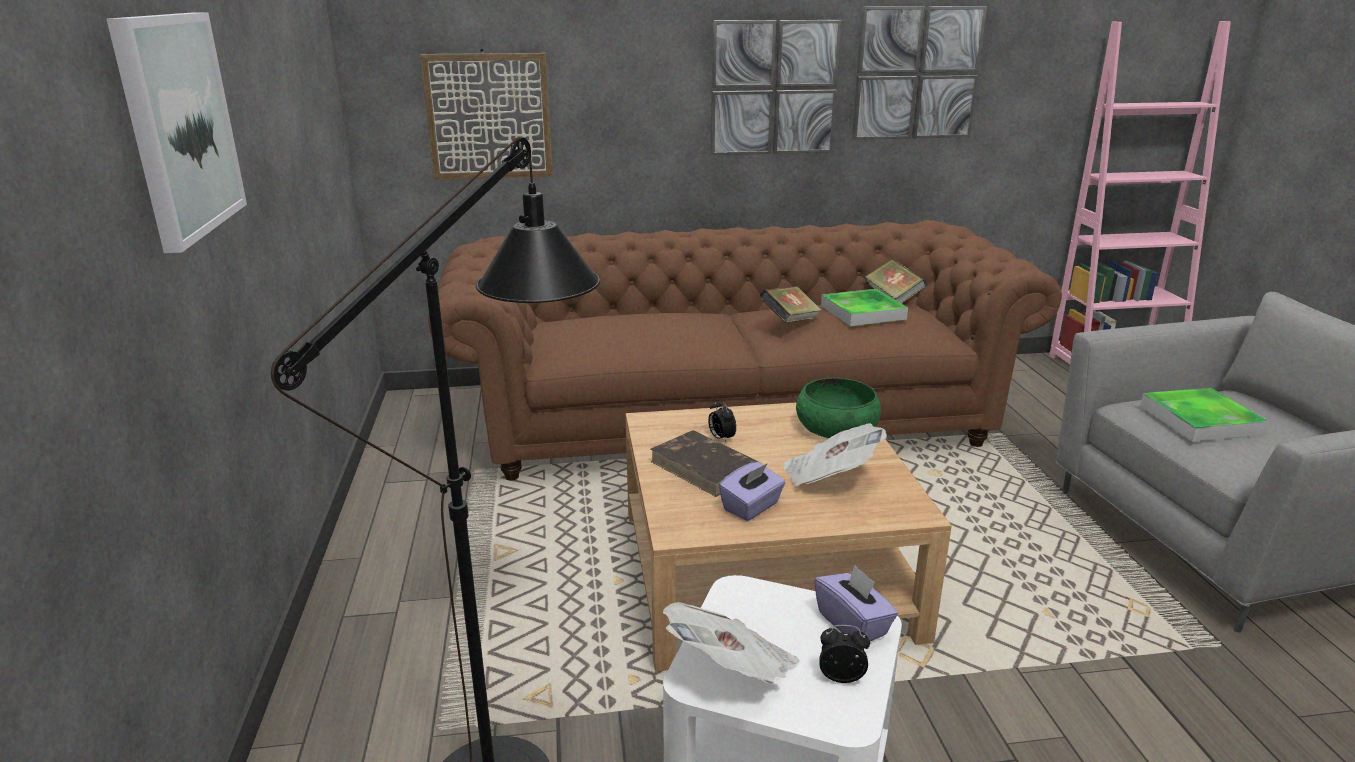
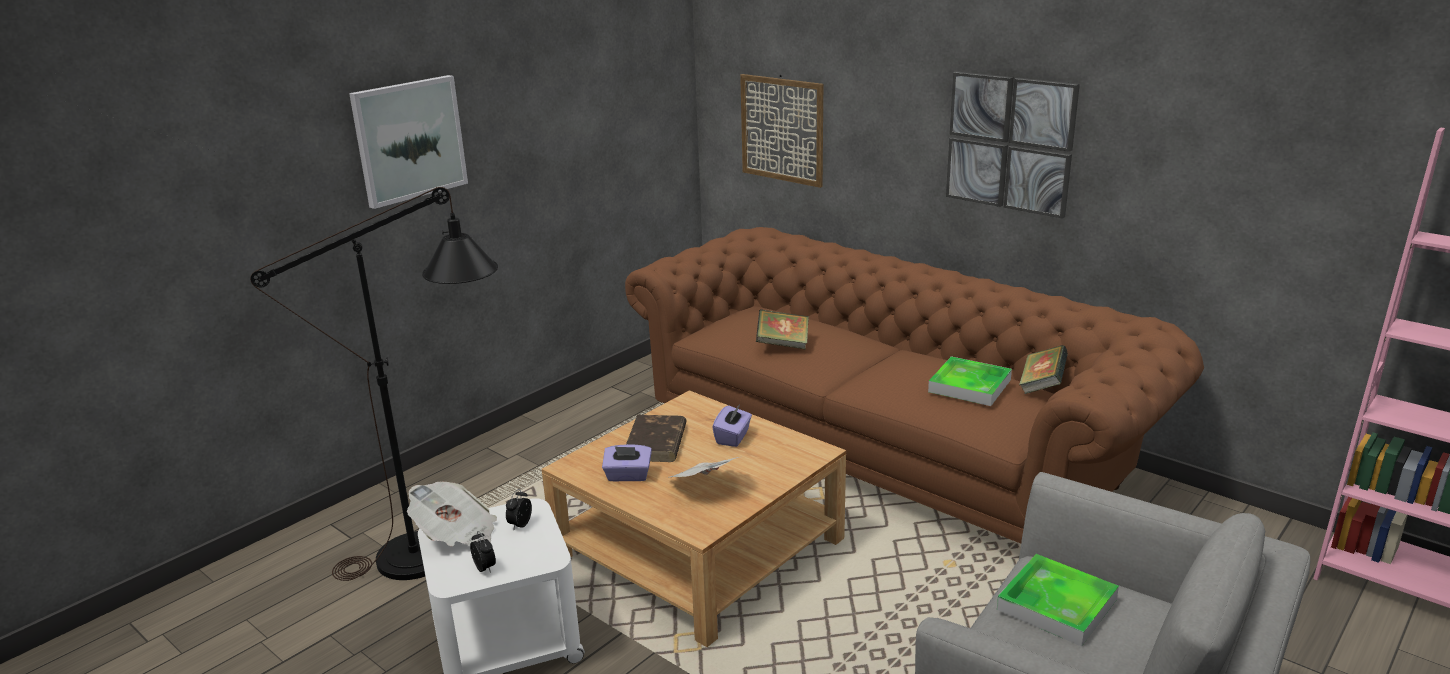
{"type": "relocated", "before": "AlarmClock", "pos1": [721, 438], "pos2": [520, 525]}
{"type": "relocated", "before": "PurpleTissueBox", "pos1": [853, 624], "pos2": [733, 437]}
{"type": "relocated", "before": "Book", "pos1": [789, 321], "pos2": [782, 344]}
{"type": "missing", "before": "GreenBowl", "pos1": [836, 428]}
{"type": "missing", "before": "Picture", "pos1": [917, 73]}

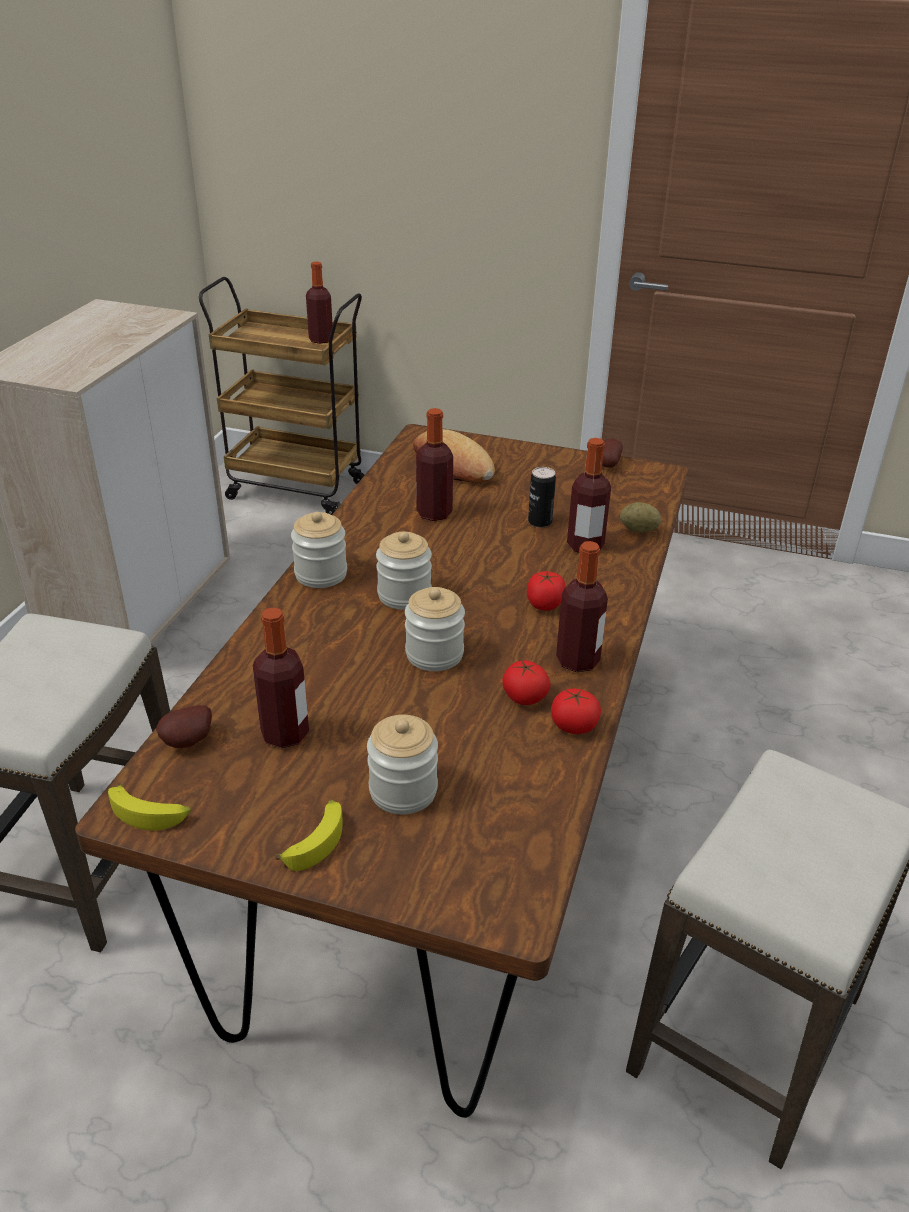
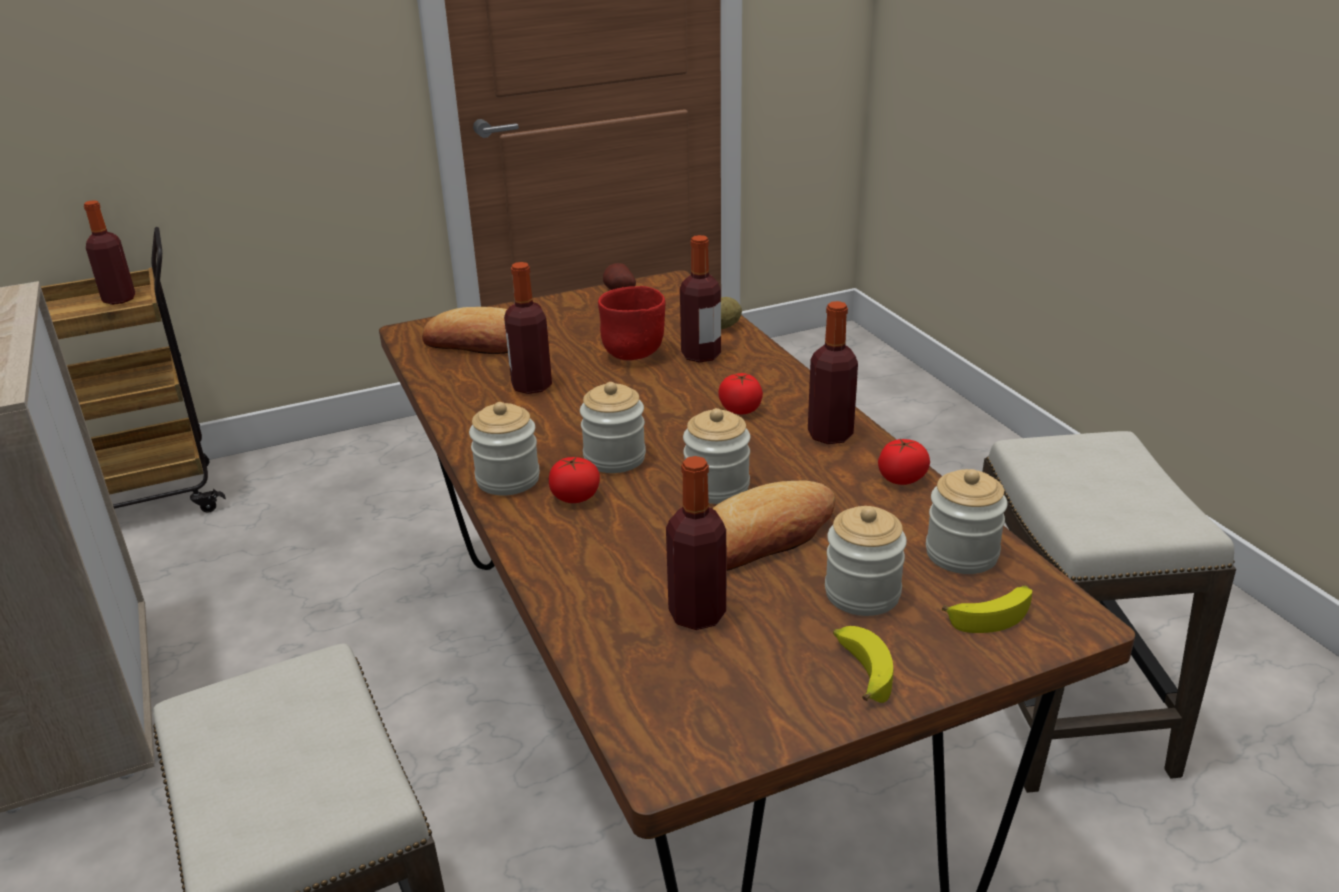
{"type": "relocated", "before": "Tomato", "pos1": [524, 697], "pos2": [575, 497]}
{"type": "exchanged", "before": "Can", "after": "RedBowl", "pos1": [540, 522], "pos2": [635, 354]}
{"type": "appeared", "after": "Bread", "pos2": [762, 537]}
{"type": "appeared", "after": "Jar", "pos2": [961, 554]}
{"type": "relocated", "before": "Banana", "pos1": [150, 813], "pos2": [992, 615]}
{"type": "missing", "before": "Potato", "pos1": [190, 742]}

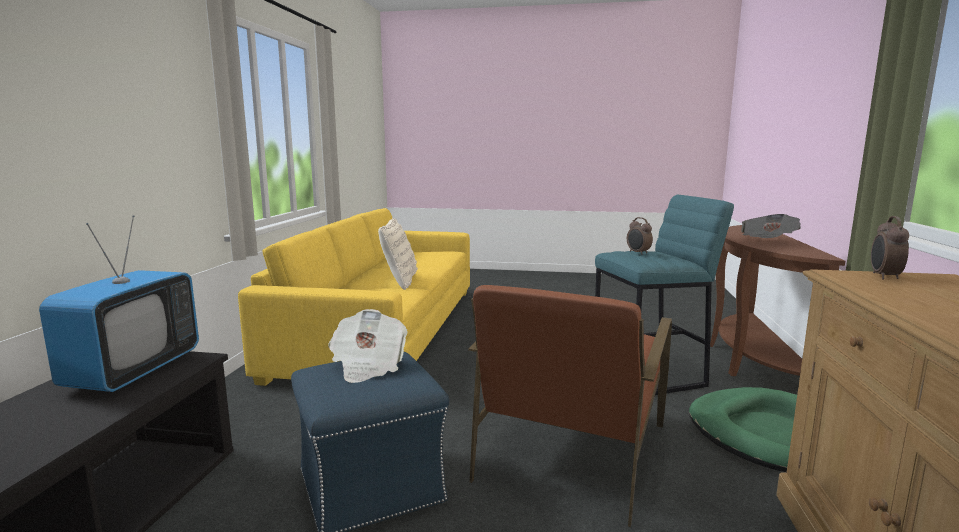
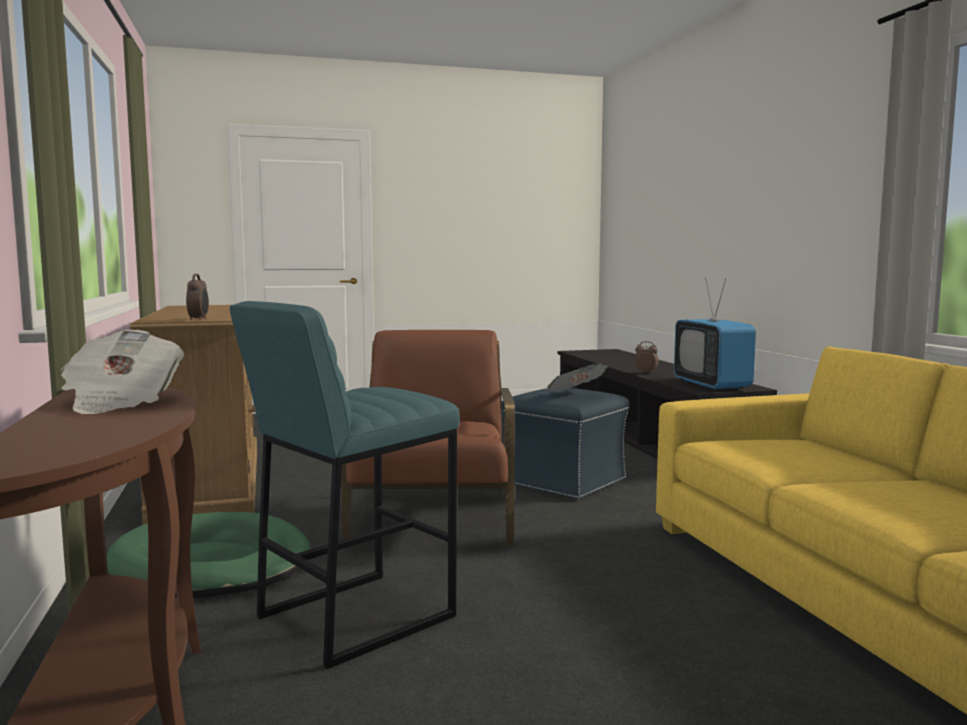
{"type": "relocated", "before": "AlarmClock", "pos1": [638, 253], "pos2": [646, 373]}
{"type": "missing", "before": "BeigePillow", "pos1": [400, 282]}

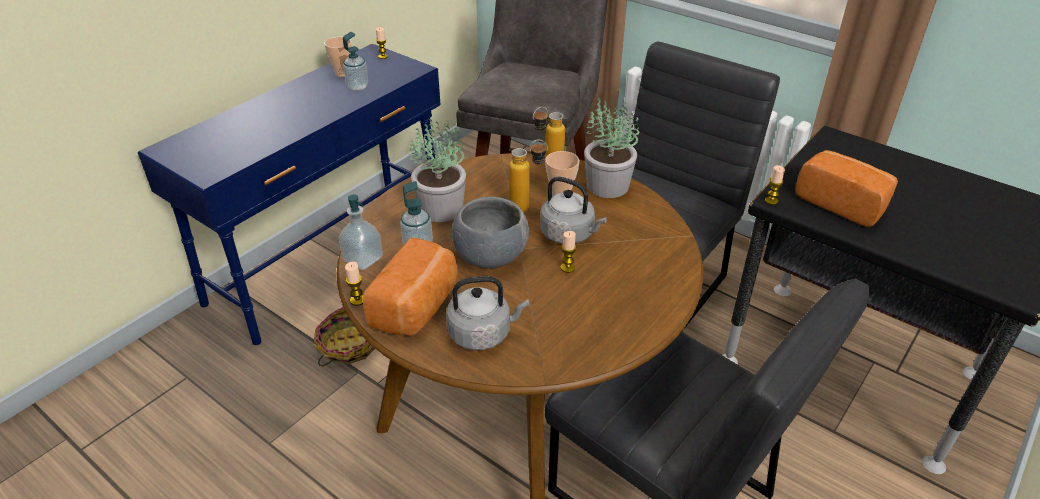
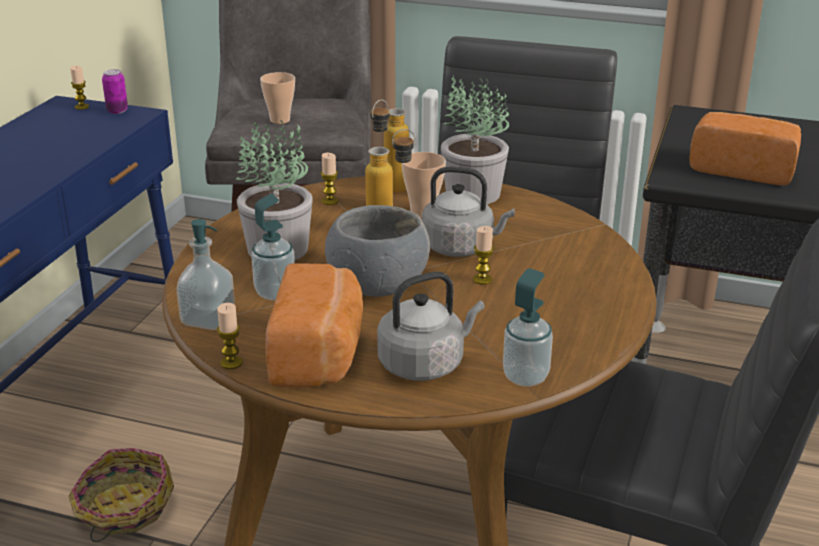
{"type": "appeared", "after": "Can", "pos2": [117, 111]}
{"type": "relocated", "before": "Cup", "pos1": [342, 73], "pos2": [280, 120]}
{"type": "relocated", "before": "Candle", "pos1": [771, 200], "pos2": [330, 201]}
{"type": "relocated", "before": "SoapDispenser", "pos1": [357, 87], "pos2": [525, 377]}

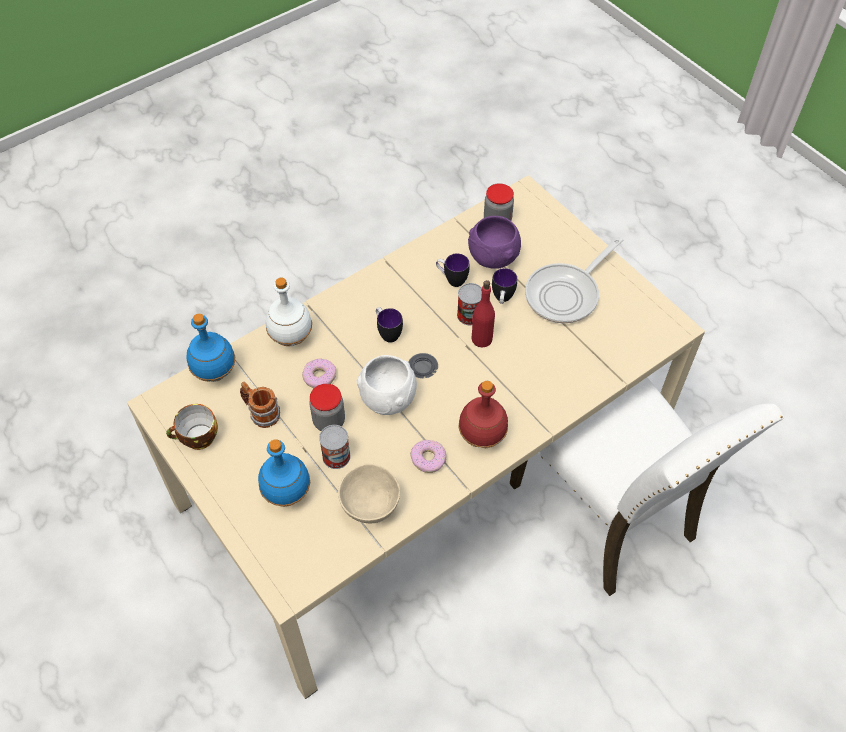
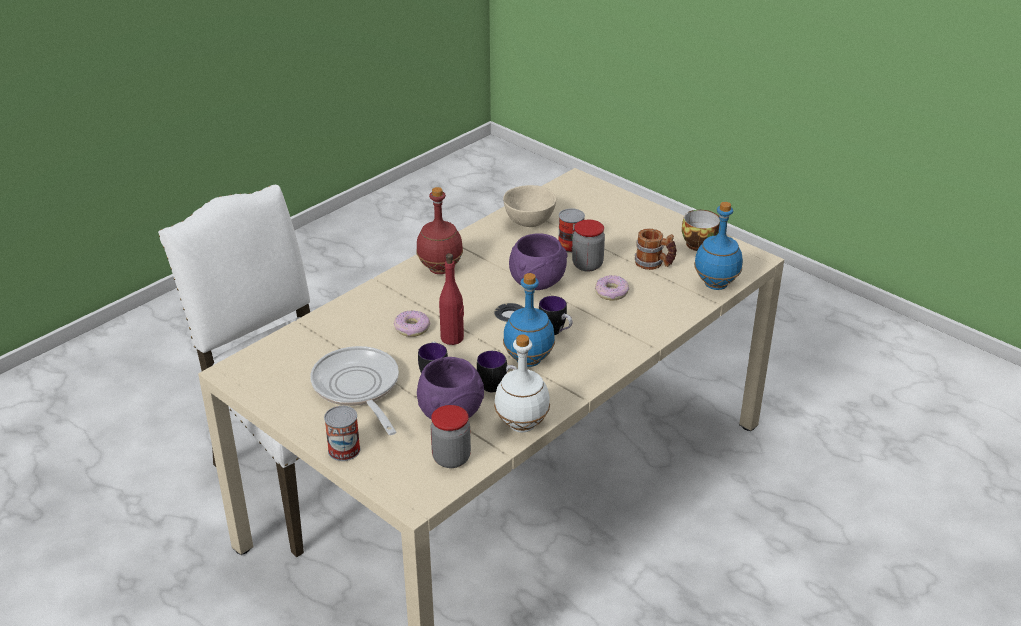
{"type": "spun", "before": "FryingPan", "pos1": [566, 294], "pos2": [358, 388], "turn": -60}
{"type": "relocated", "before": "Can", "pos1": [469, 315], "pos2": [344, 450]}
{"type": "relocated", "before": "Donut", "pos1": [428, 459], "pos2": [412, 328]}
{"type": "relocated", "before": "WhiteBottle", "pos1": [291, 337], "pos2": [522, 425]}
{"type": "relocated", "before": "BlueBottle", "pos1": [287, 493], "pos2": [529, 361]}
{"type": "colour", "before": "WhiteBowl", "after": "PurpleBowl", "pos1": [387, 399], "pos2": [538, 284]}

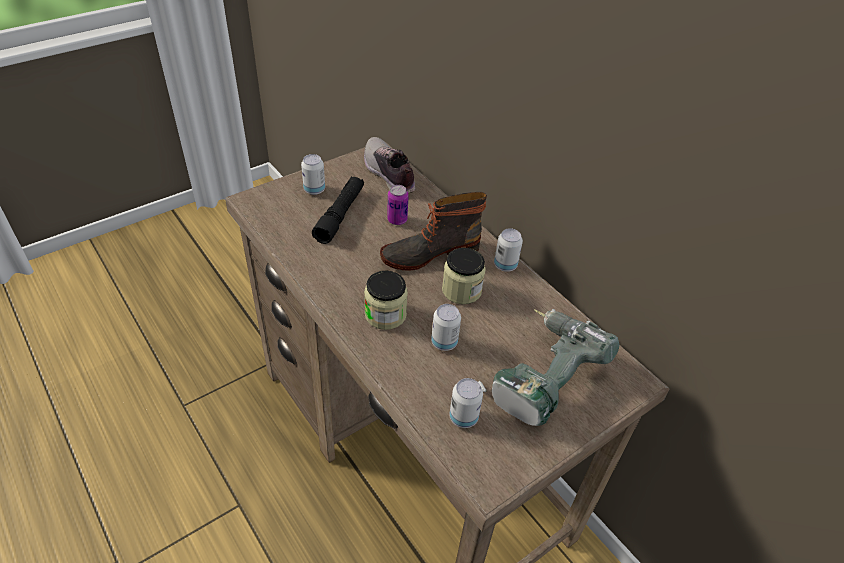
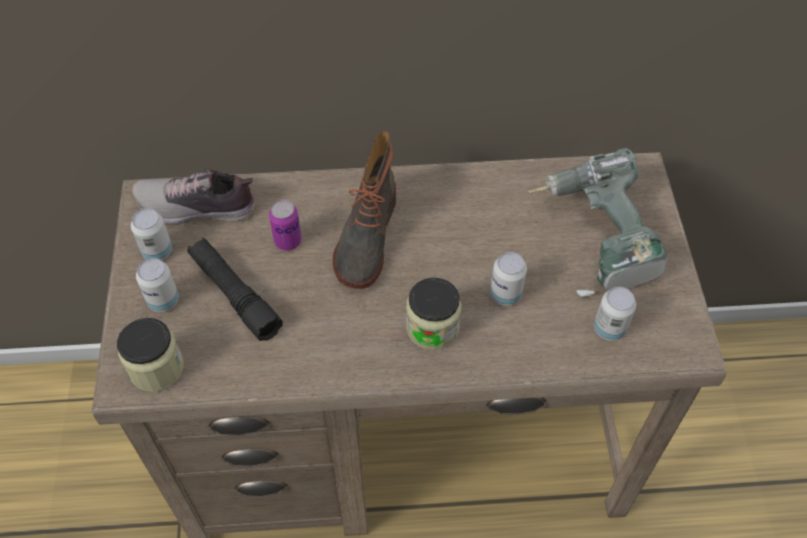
{"type": "relocated", "before": "Jar", "pos1": [461, 290], "pos2": [156, 368]}
{"type": "relocated", "before": "Can", "pos1": [505, 265], "pos2": [157, 251]}

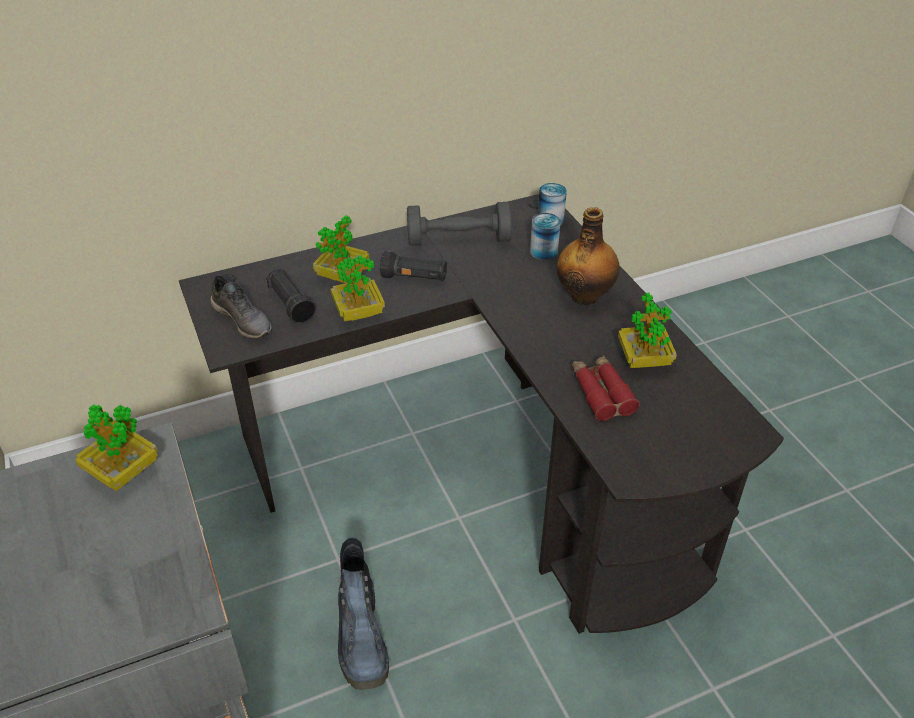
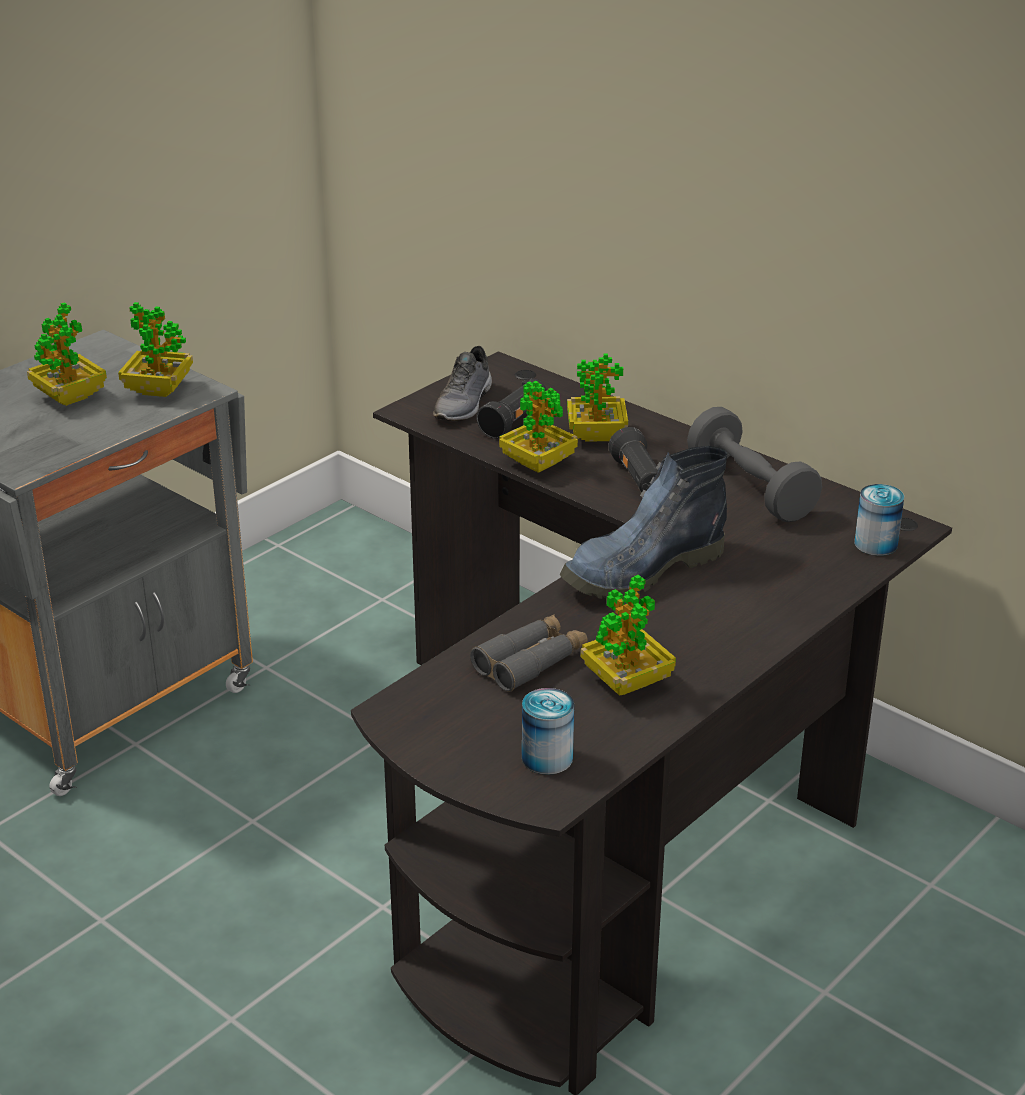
{"type": "appeared", "after": "PottedPlant", "pos2": [70, 397]}
{"type": "colour", "before": "RedBinoculars", "after": "GreyBinoculars", "pos1": [601, 393], "pos2": [531, 661]}
{"type": "relocated", "before": "Can", "pos1": [543, 252], "pos2": [547, 758]}
{"type": "relocated", "before": "Boot", "pos1": [362, 637], "pos2": [641, 571]}
{"type": "missing", "before": "Bottle", "pos1": [585, 295]}

